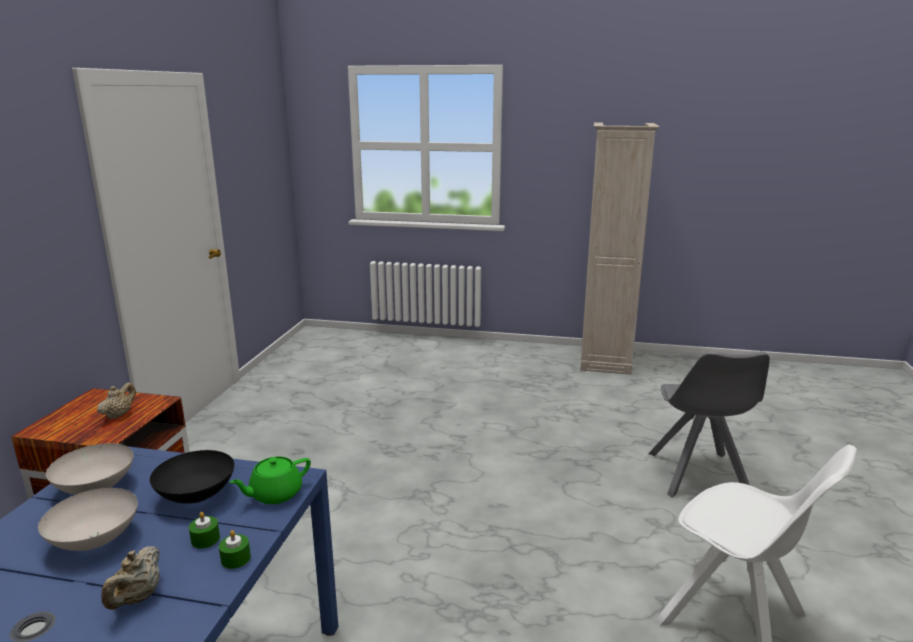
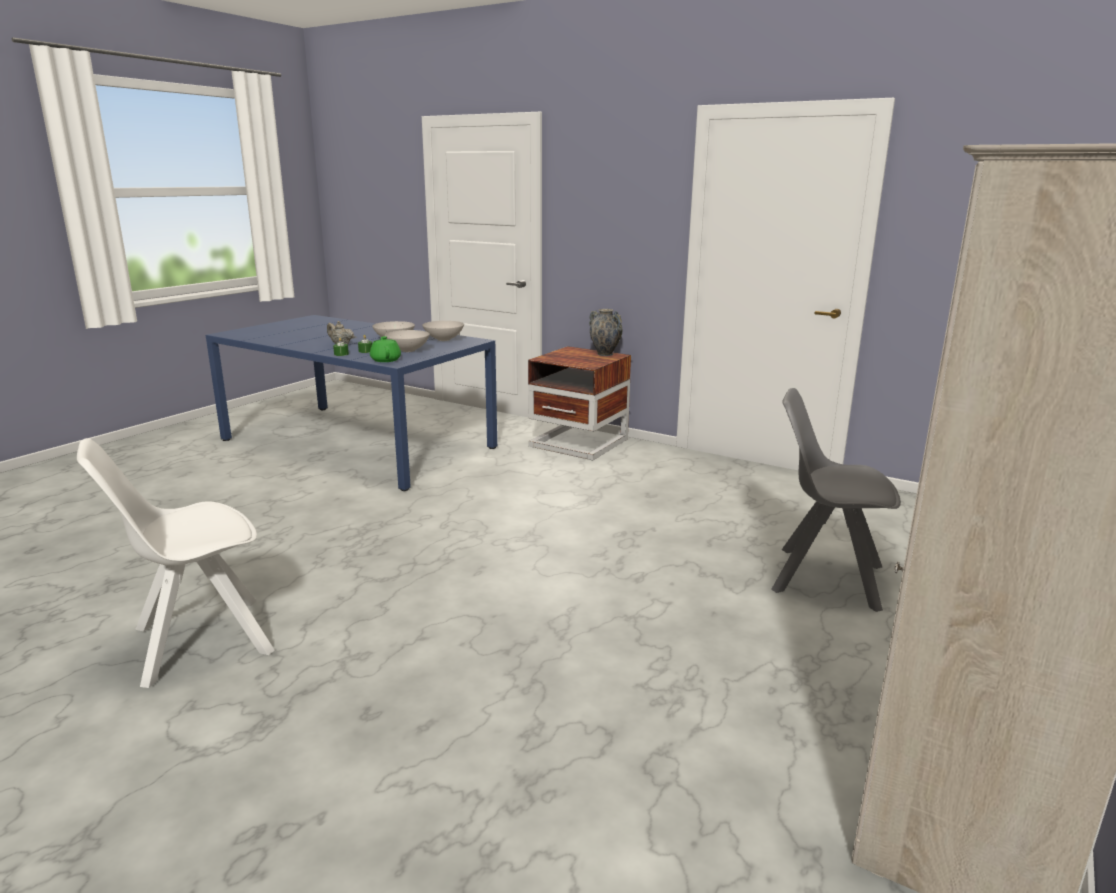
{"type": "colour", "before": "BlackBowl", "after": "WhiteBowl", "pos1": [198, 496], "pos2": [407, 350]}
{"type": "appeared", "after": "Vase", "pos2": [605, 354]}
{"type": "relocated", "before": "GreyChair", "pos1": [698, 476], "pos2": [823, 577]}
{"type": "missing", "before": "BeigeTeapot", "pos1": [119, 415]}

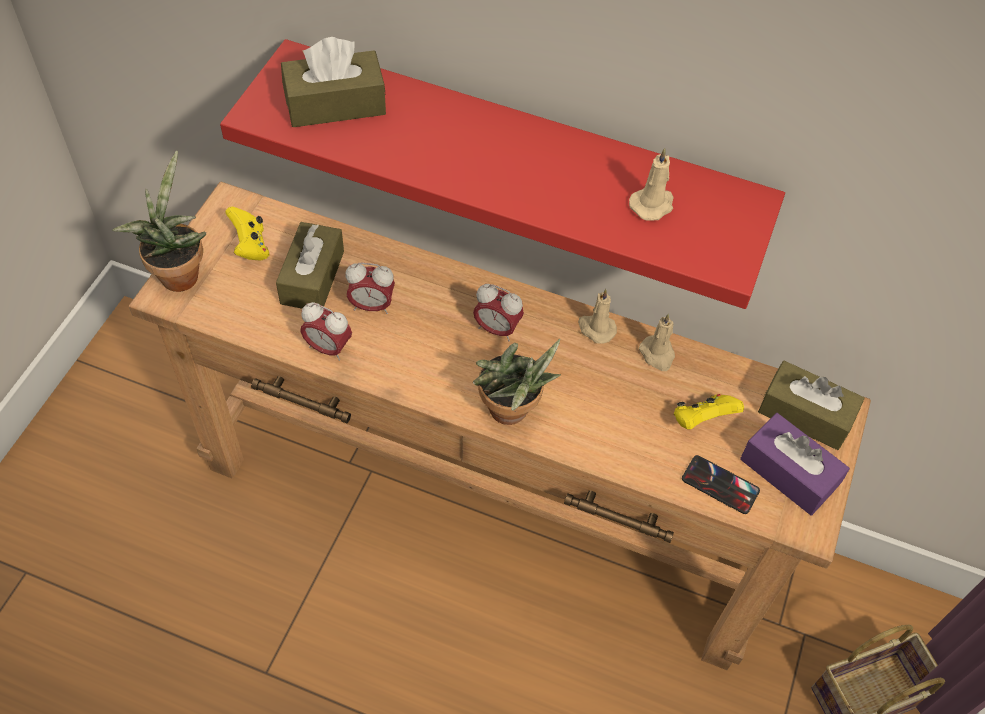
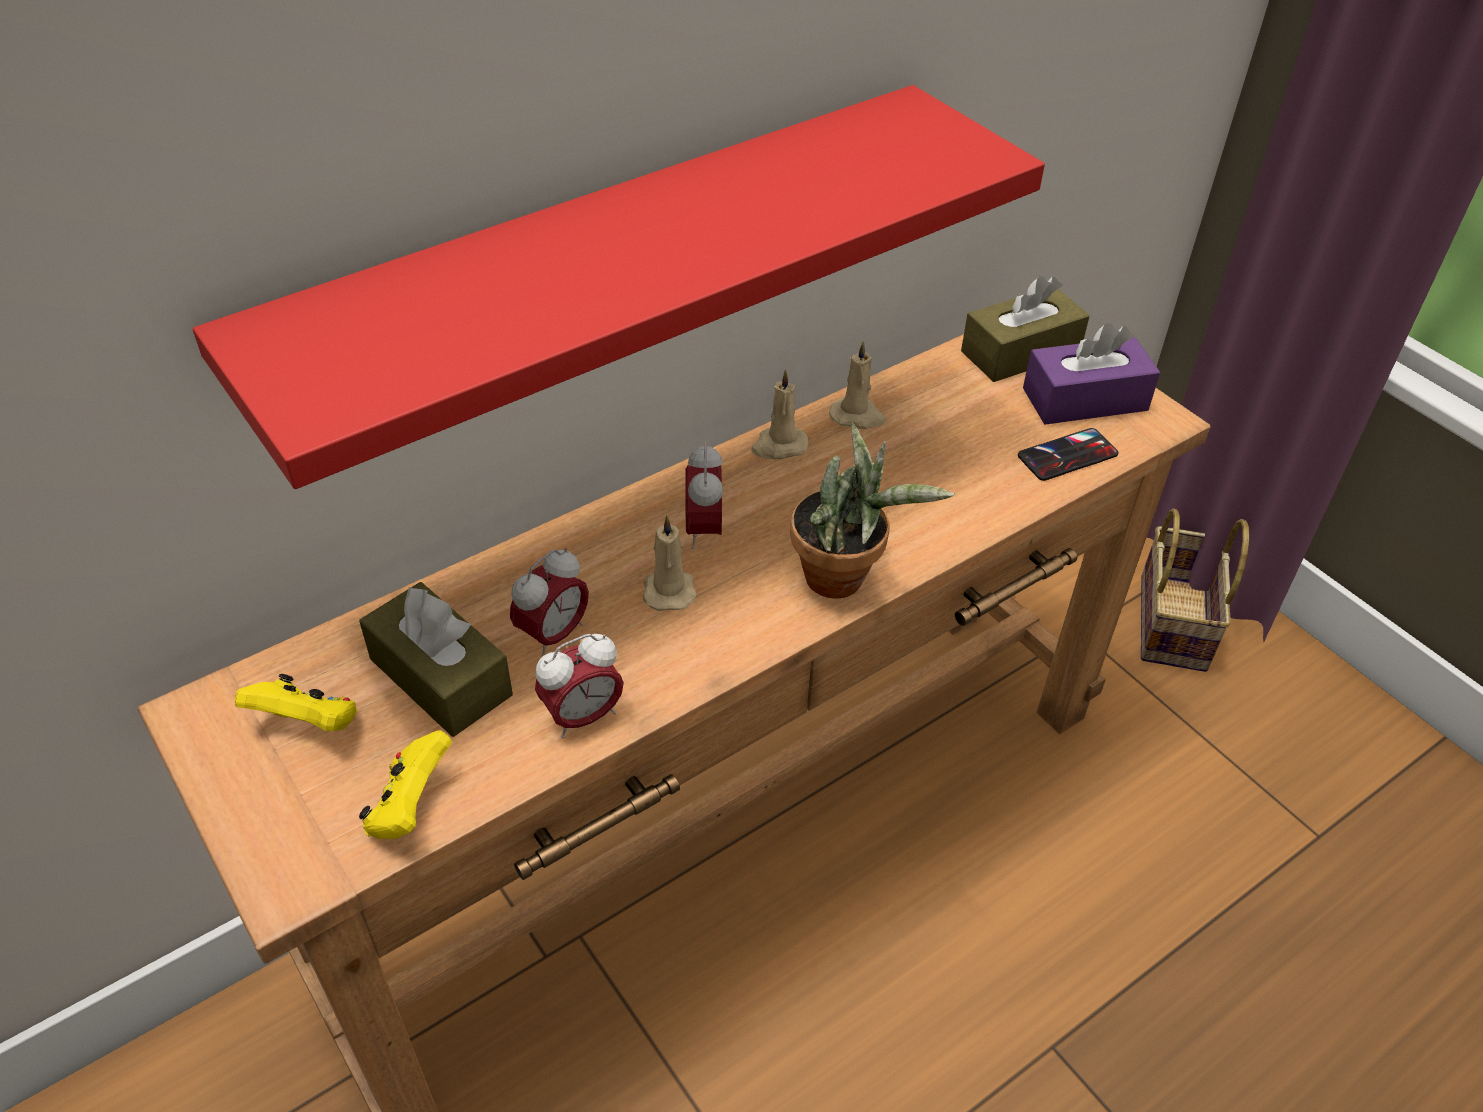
{"type": "relocated", "before": "YellowGameController", "pos1": [702, 420], "pos2": [410, 807]}
{"type": "relocated", "before": "BeigeCandle", "pos1": [652, 204], "pos2": [669, 589]}
{"type": "spun", "before": "AlarmClock", "pos1": [496, 329], "pos2": [704, 530], "turn": 120}
{"type": "missing", "before": "PottedPlant", "pos1": [178, 273]}
{"type": "missing", "before": "BrownTissueBox", "pos1": [335, 104]}

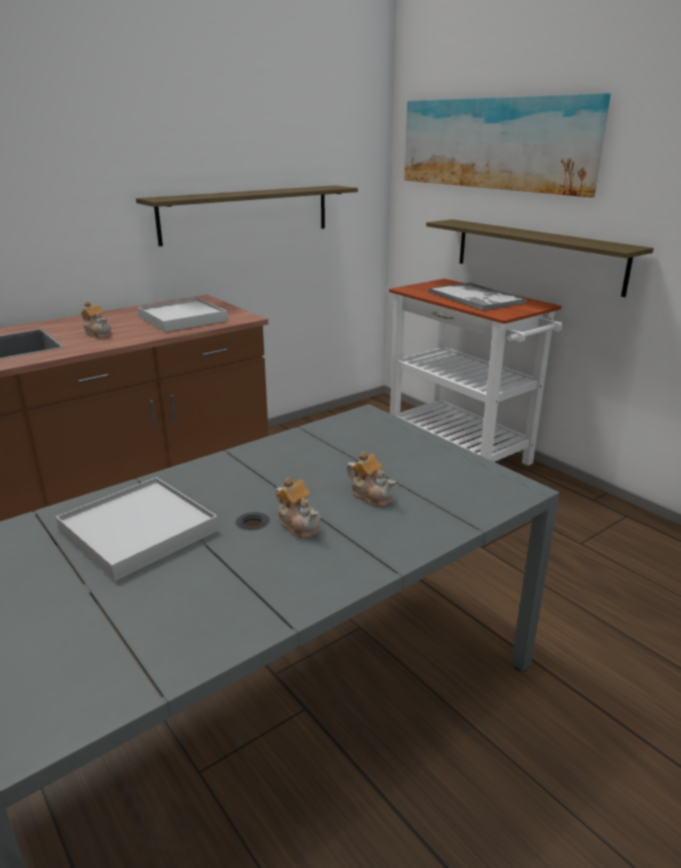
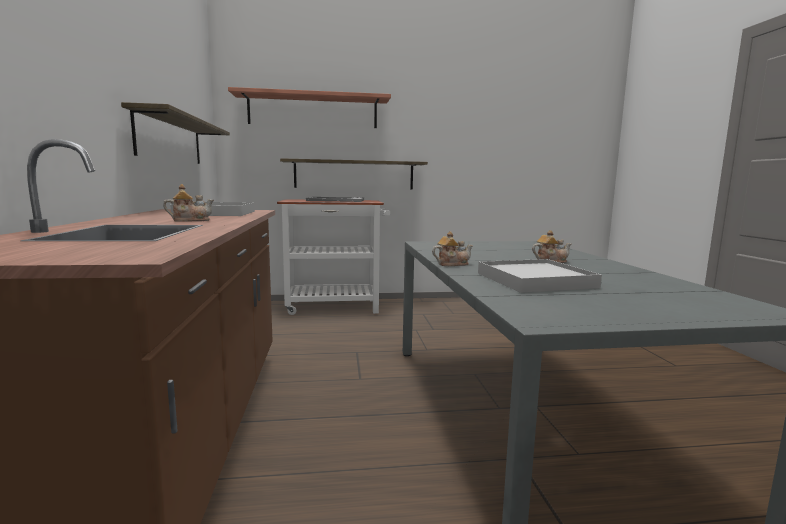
{"type": "exchanged", "before": "Picture", "after": "Shelf", "pos1": [494, 143], "pos2": [313, 111]}
{"type": "relocated", "before": "Teapot", "pos1": [371, 495], "pos2": [451, 264]}

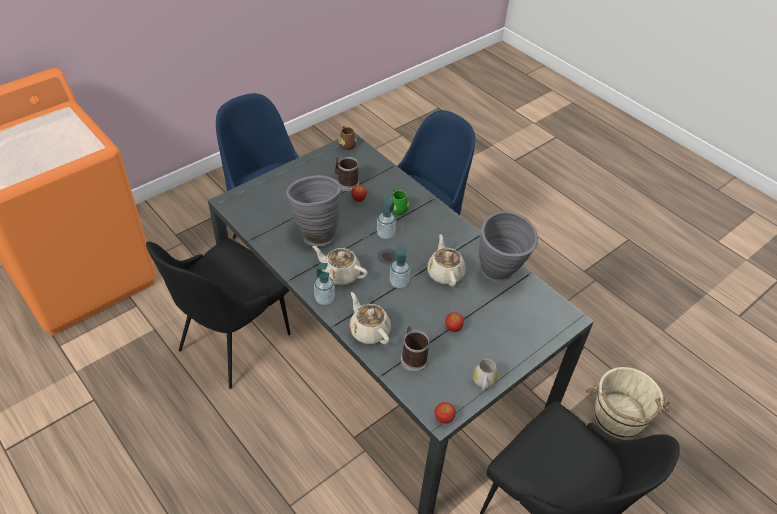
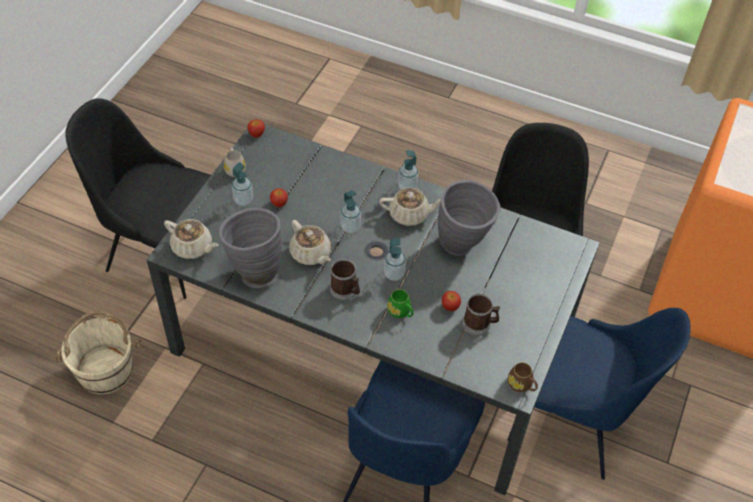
{"type": "relocated", "before": "BeigeTeapot", "pos1": [369, 330], "pos2": [193, 247]}
{"type": "appeared", "after": "SoapDispenser", "pos2": [243, 200]}
{"type": "relocated", "before": "Mug", "pos1": [412, 357], "pos2": [346, 290]}

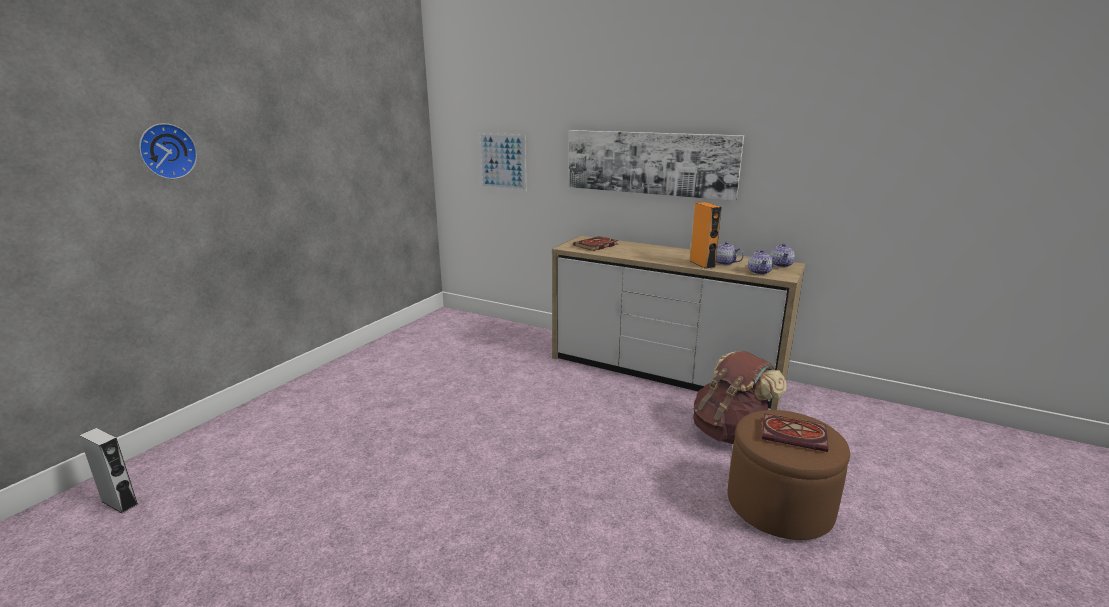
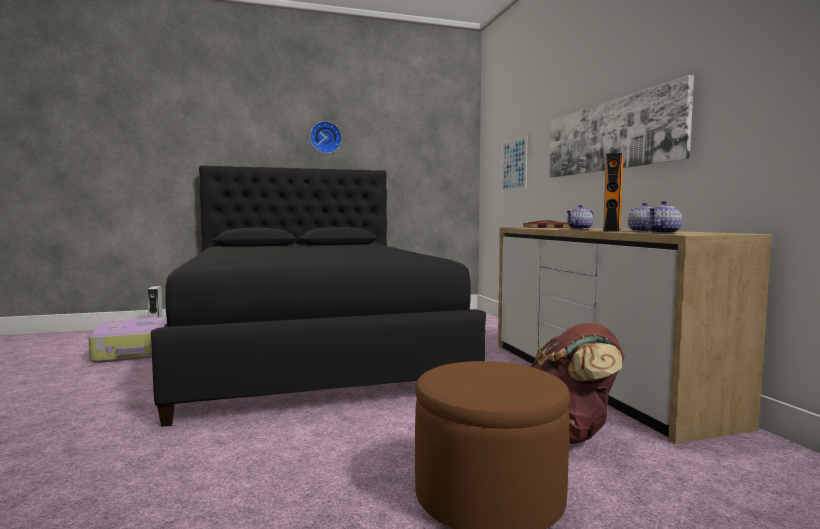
{"type": "appeared", "after": "Suitcase", "pos2": [137, 351]}
{"type": "appeared", "after": "BlackBed", "pos2": [312, 350]}
{"type": "relocated", "before": "WallClock", "pos1": [166, 151], "pos2": [325, 137]}
{"type": "relocated", "before": "Teapot", "pos1": [781, 265], "pos2": [580, 229]}
{"type": "missing", "before": "Book", "pos1": [795, 434]}

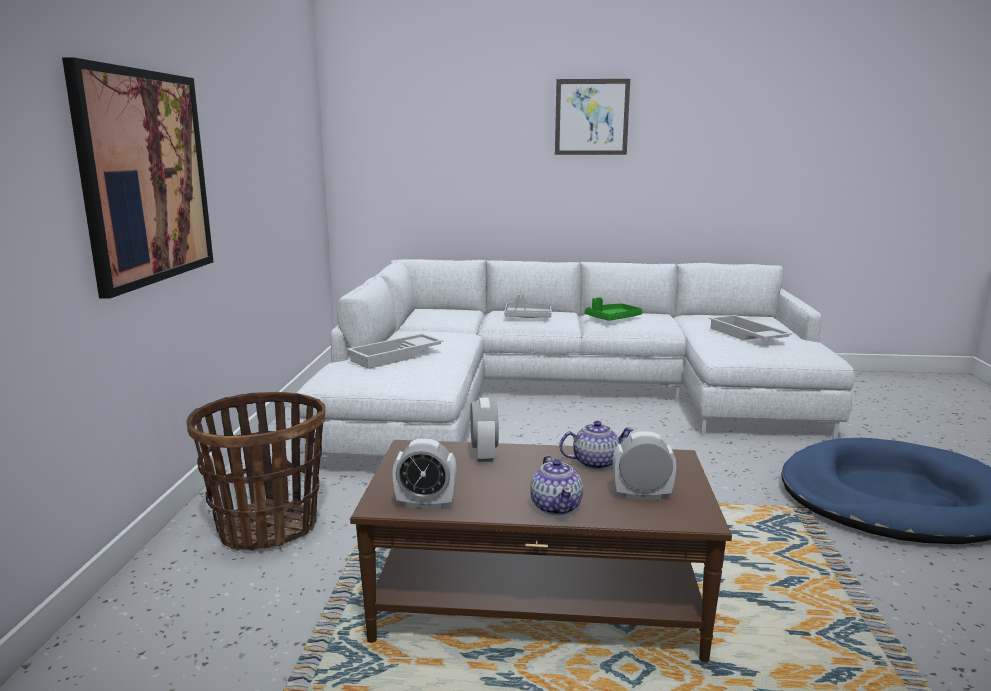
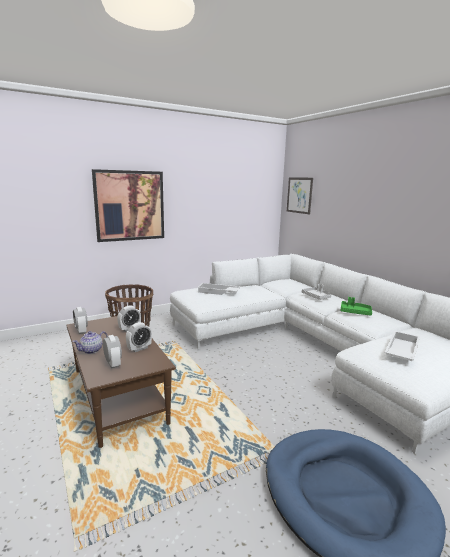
{"type": "exchanged", "before": "Teapot", "after": "AlarmClock", "pos1": [595, 462], "pos2": [139, 348]}
{"type": "relocated", "before": "Picture", "pos1": [591, 117], "pos2": [299, 195]}

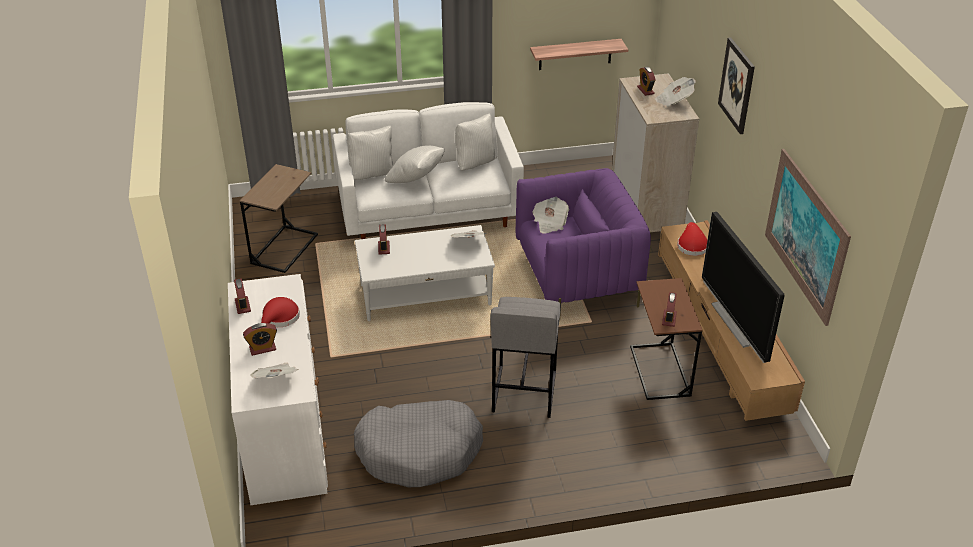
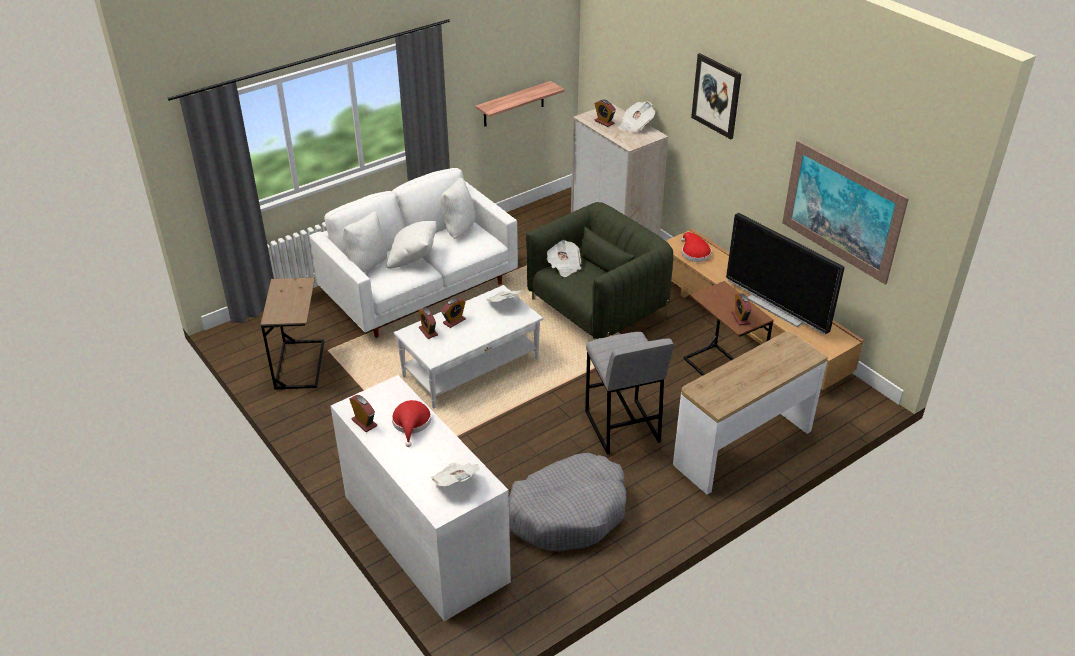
{"type": "relocated", "before": "AlarmClock", "pos1": [262, 348], "pos2": [454, 321]}
{"type": "colour", "before": "PurpleArmchair", "after": "GreenArmchair", "pos1": [578, 277], "pos2": [596, 311]}
{"type": "appeared", "after": "ConsoleTable", "pos2": [742, 448]}

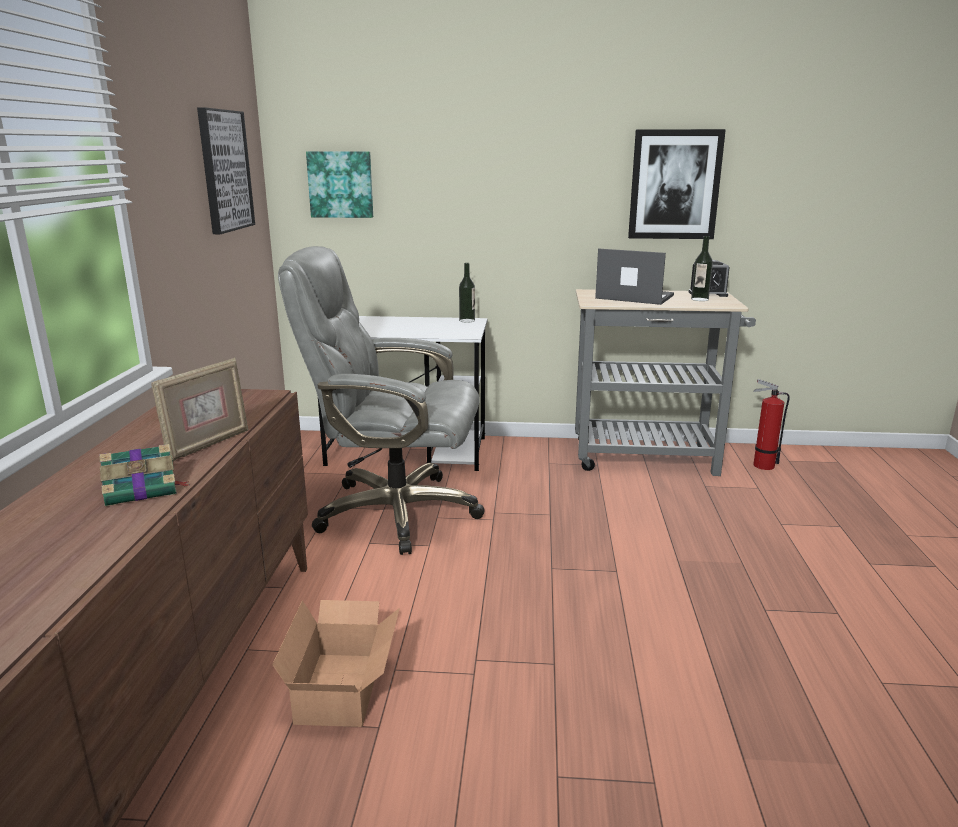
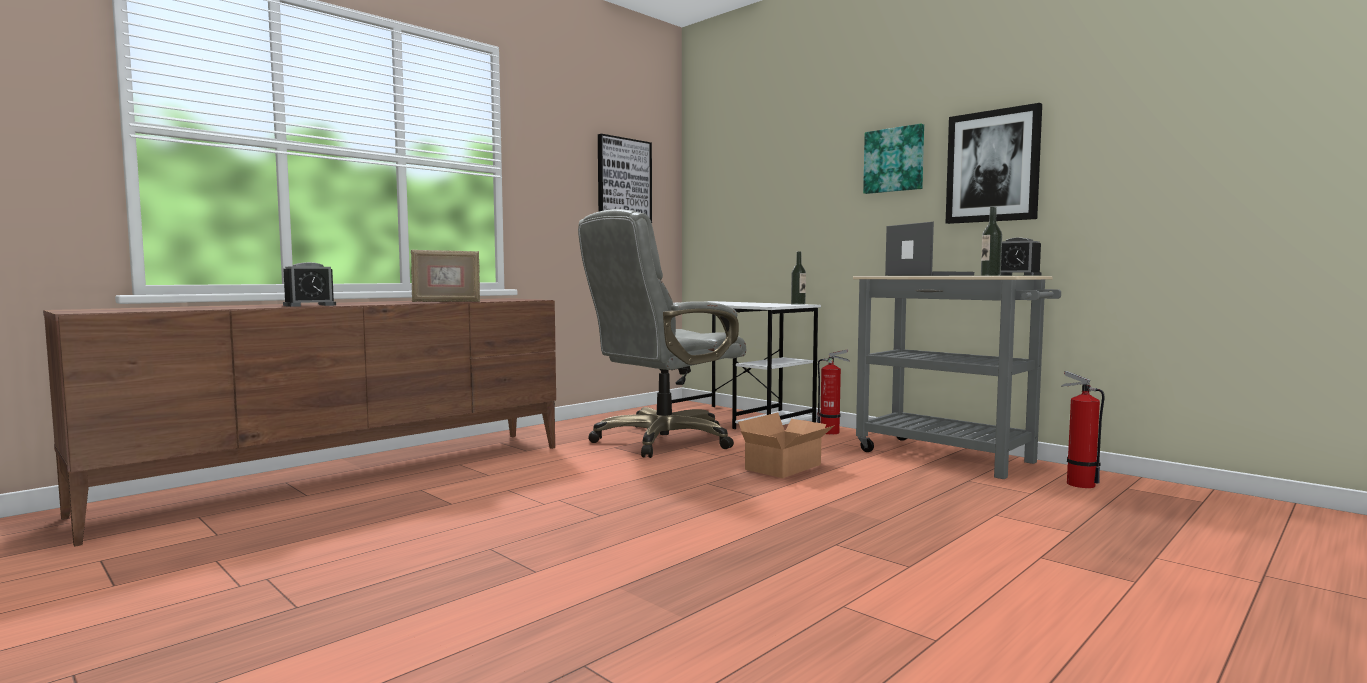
{"type": "appeared", "after": "AlarmClock", "pos2": [309, 305]}
{"type": "spun", "before": "GreyOfficeChair", "pos1": [397, 512], "pos2": [663, 440], "turn": -90}
{"type": "relocated", "before": "CardboardBox", "pos1": [344, 687], "pos2": [787, 467]}
{"type": "appeared", "after": "FireExtinguisher", "pos2": [832, 432]}
{"type": "relocated", "before": "Picture", "pos1": [341, 184], "pos2": [894, 160]}
{"type": "missing", "before": "Book", "pos1": [143, 489]}

